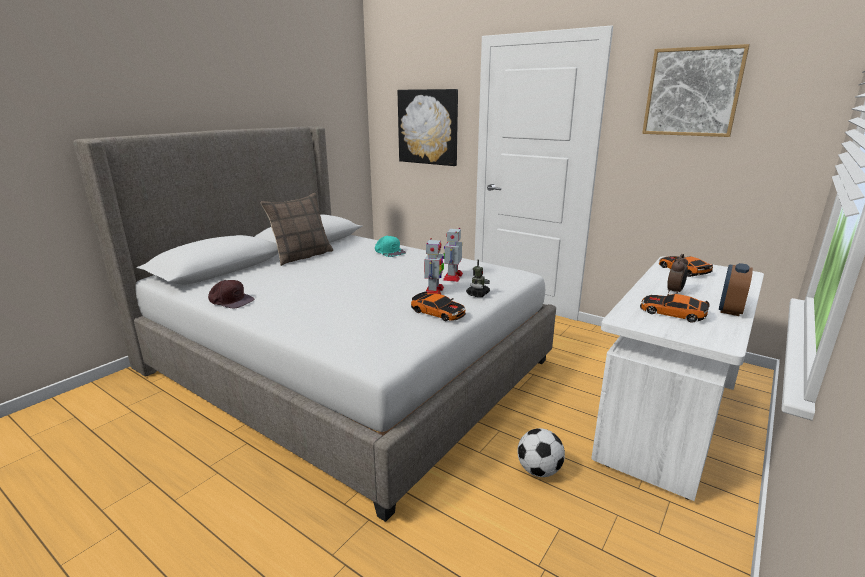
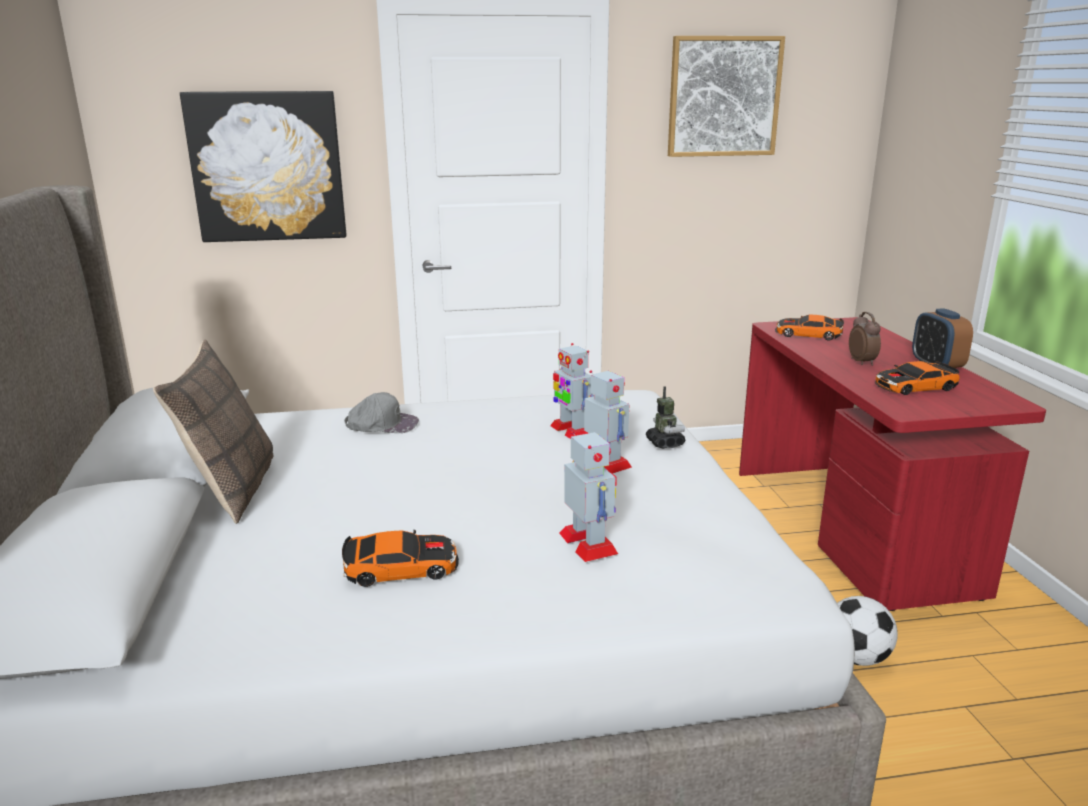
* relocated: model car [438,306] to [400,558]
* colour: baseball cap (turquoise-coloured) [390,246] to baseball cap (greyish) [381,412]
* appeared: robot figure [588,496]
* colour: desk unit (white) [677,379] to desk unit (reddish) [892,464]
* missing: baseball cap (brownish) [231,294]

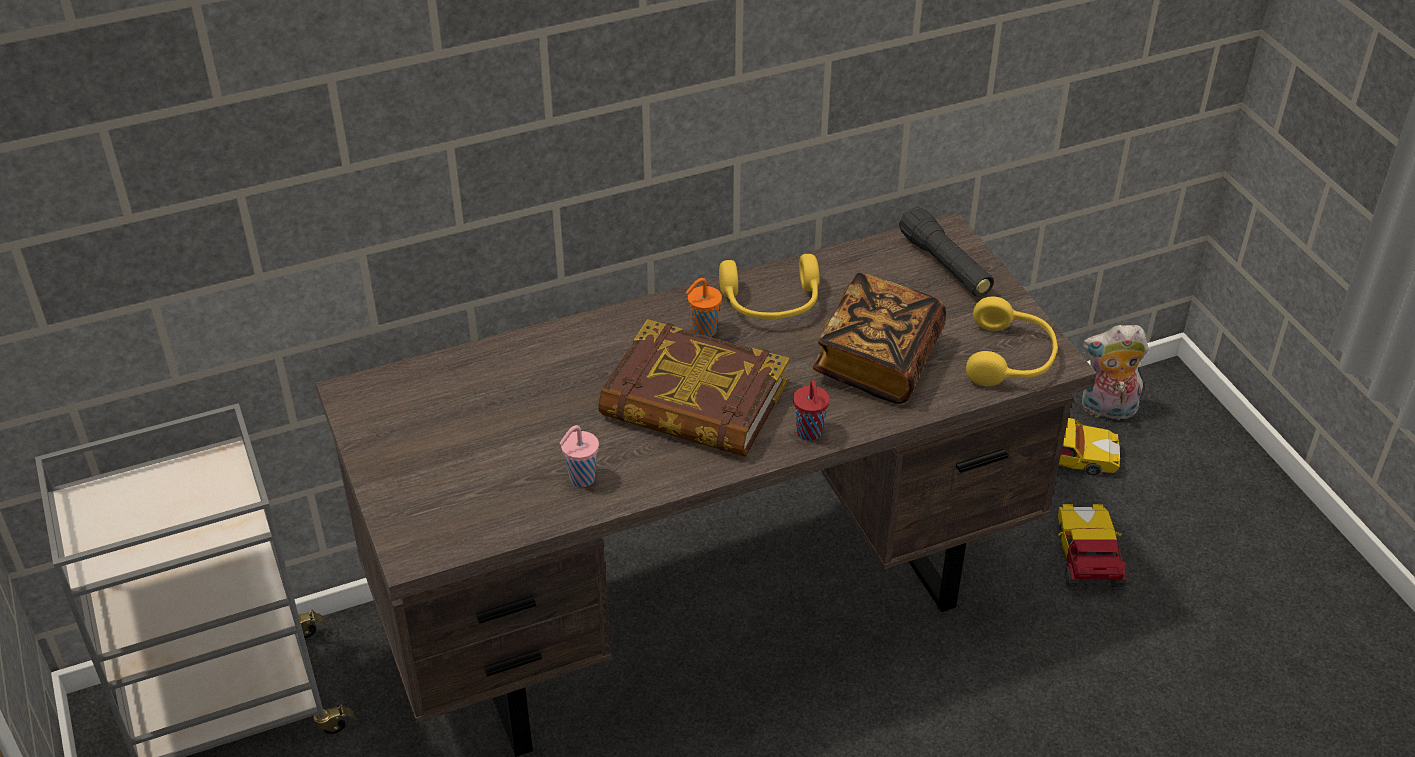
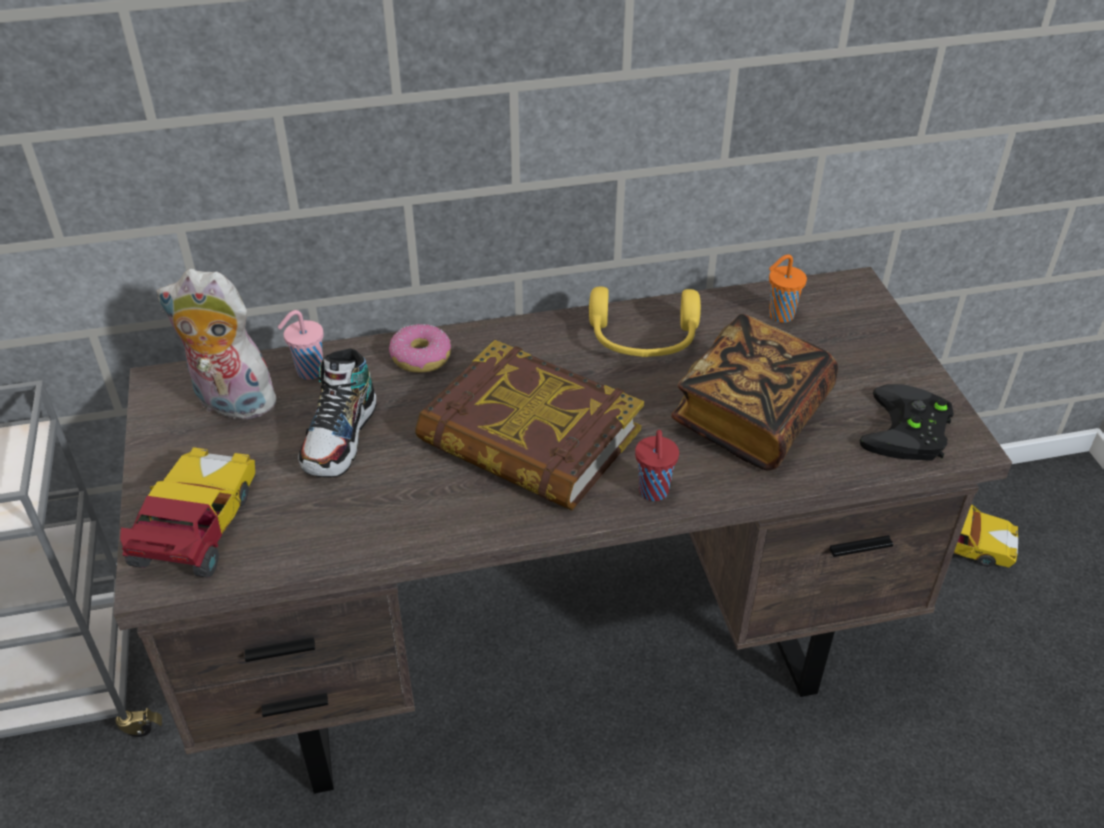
* relocated: model car [1092,545] to [187,512]
* relocated: plush toy [1115,372] to [220,344]
* relocated: small cup (pinkish) [579,456] to [301,345]
* appeared: item of footwear [337,413]
* appeared: doughnut [420,348]
* relocated: small cup (orangey) [704,307] to [788,288]
* exchanged: headphones (yellow-coloured) [1012,341] to joypad (black-coloured) [907,422]
* missing: flashlight (black-coloured) [946,251]

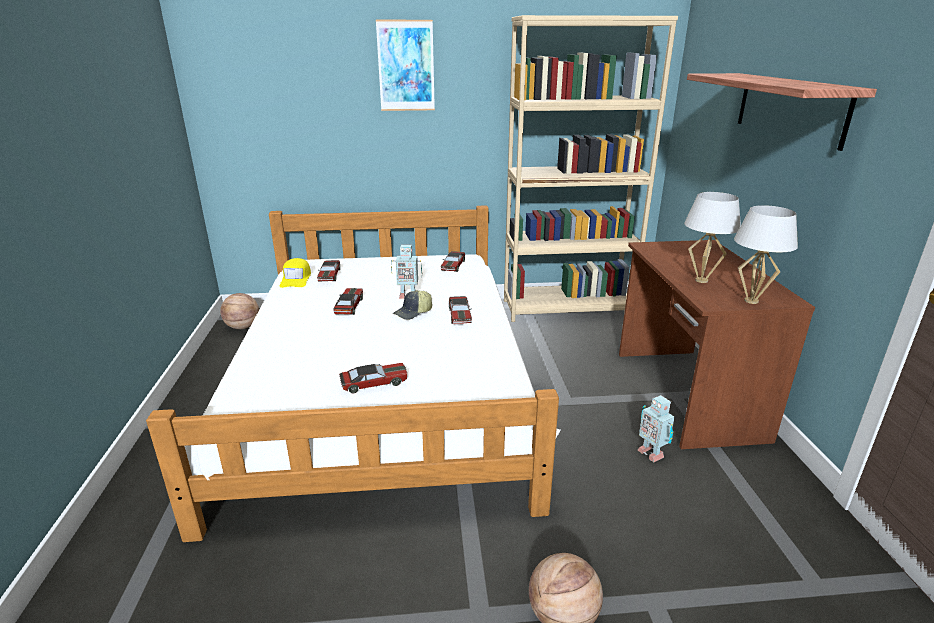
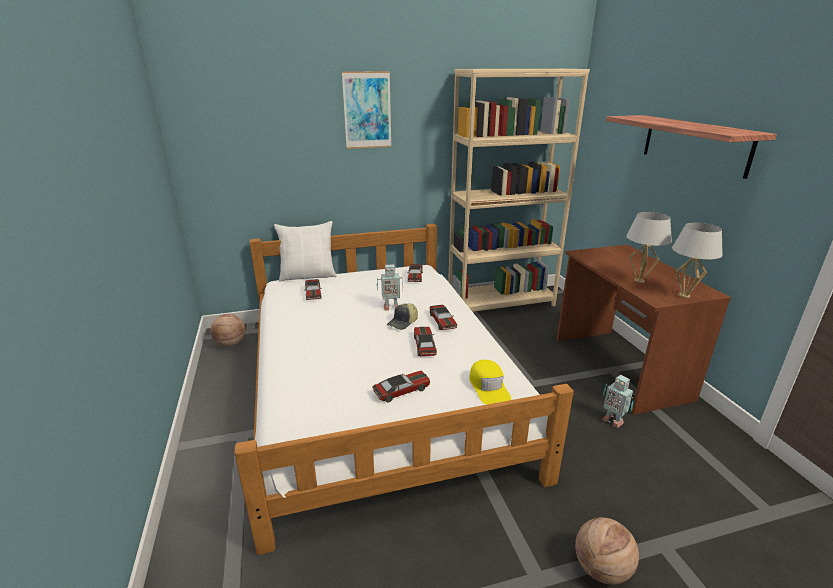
* appeared: cushion (white) [305,251]
* relocated: model car [348,301] to [425,341]
* relocated: baseball cap (yellow-coloured) [295,273] to [490,382]

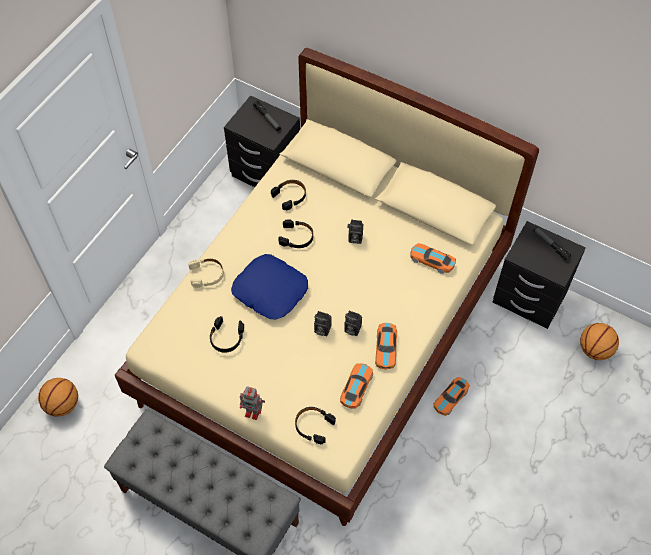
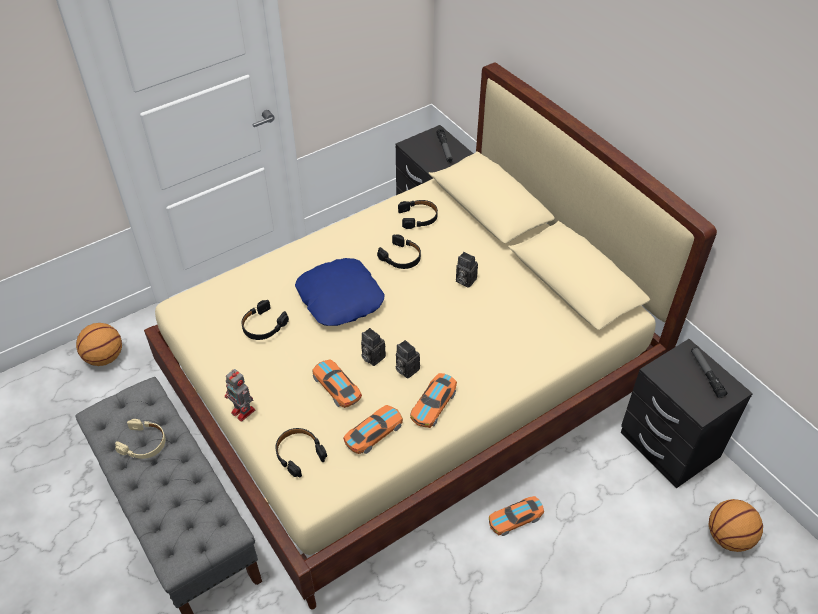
* relocated: headphones (beige) [206,273] to [140,439]
* relocated: model car [433,258] to [337,383]

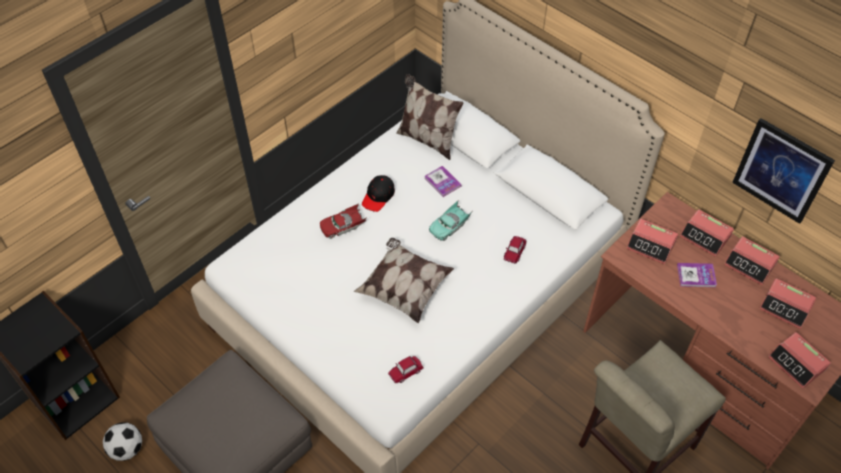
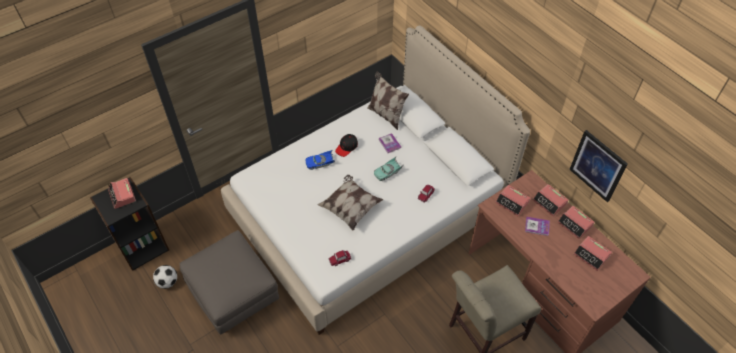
* relocated: alarm clock [799,360] to [122,193]
* colour: model car (reddish) [343,221] to model car (blue) [320,160]

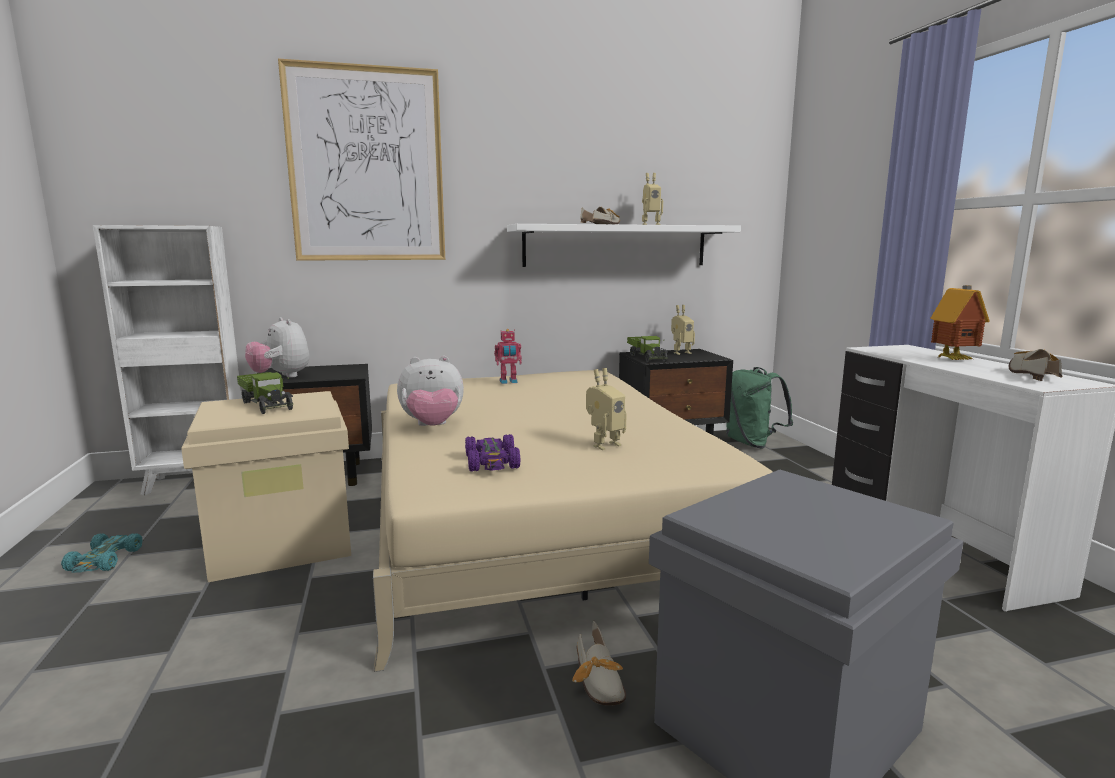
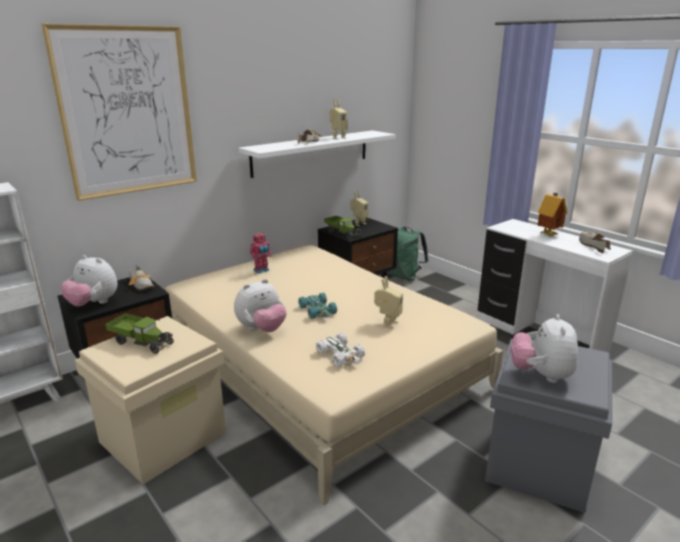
* relocated: item of footwear [599,663] to [141,277]
* relocated: model car (turquoise-coloured) [101,553] to [318,306]
* colour: model car (purplish) [493,453] to model car (white) [340,350]
* appeared: plush toy [544,348]

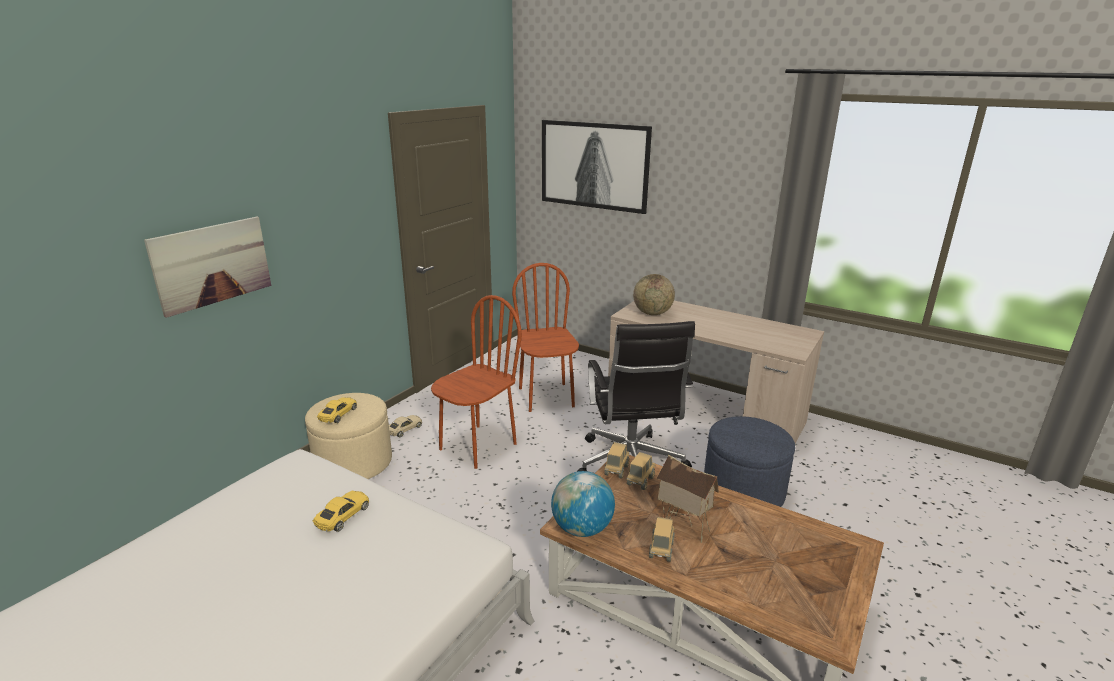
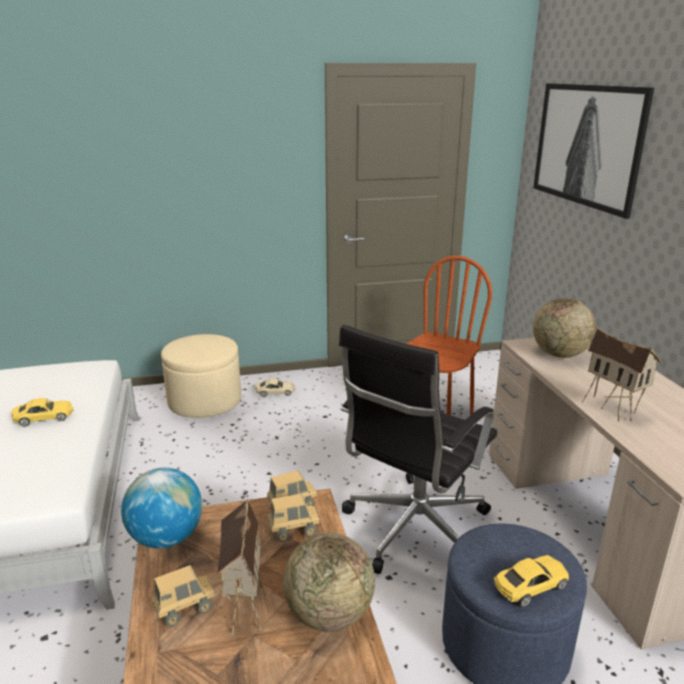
* appeared: globe [329,582]
* relocated: model car (yellow-coloured) [337,410] to [531,581]
* appeared: toy house [621,374]
* missing: wall picture [207,267]
* missing: upright chair (brownish) [476,382]

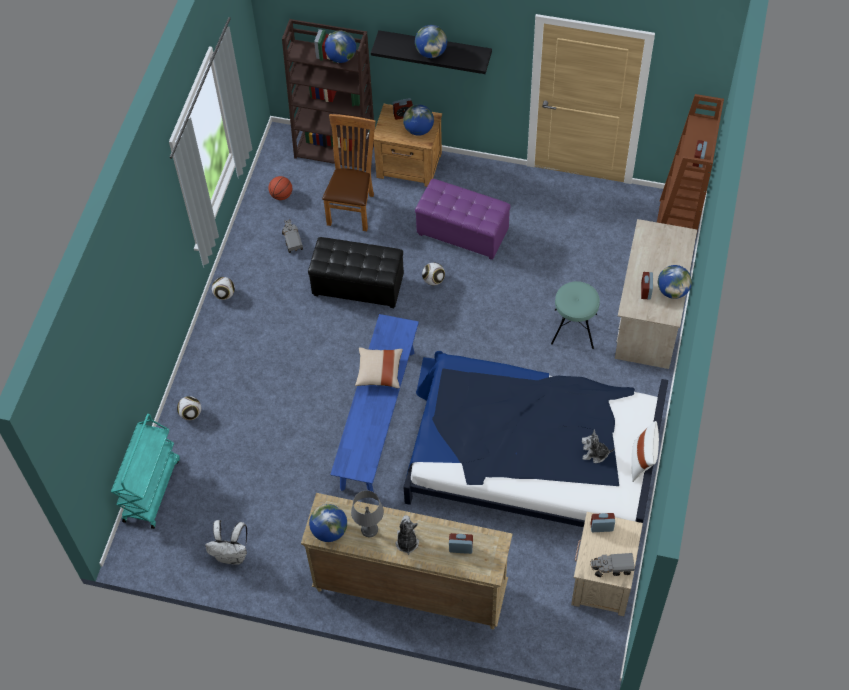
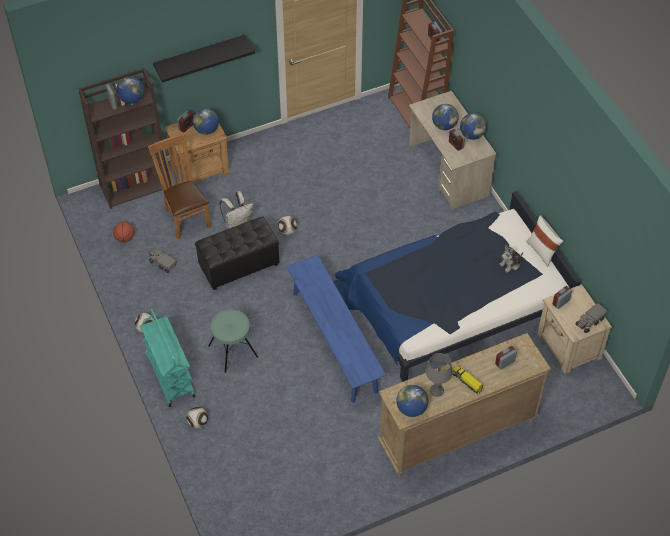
* relocated: cart (turquoise-coloured) [145,471] to [167,357]
* relocated: stool (turquoise-coloured) [575,315] to [233,341]
* relocated: knapsack (white) [226,542] to [236,210]
* relocated: globe [431,41] to [445,117]
* exchanged: plush toy [407,535] to toy lorry [468,379]
* missing: cushion (beige) [379,368]
* missing: footrest (purplish) [463,219]

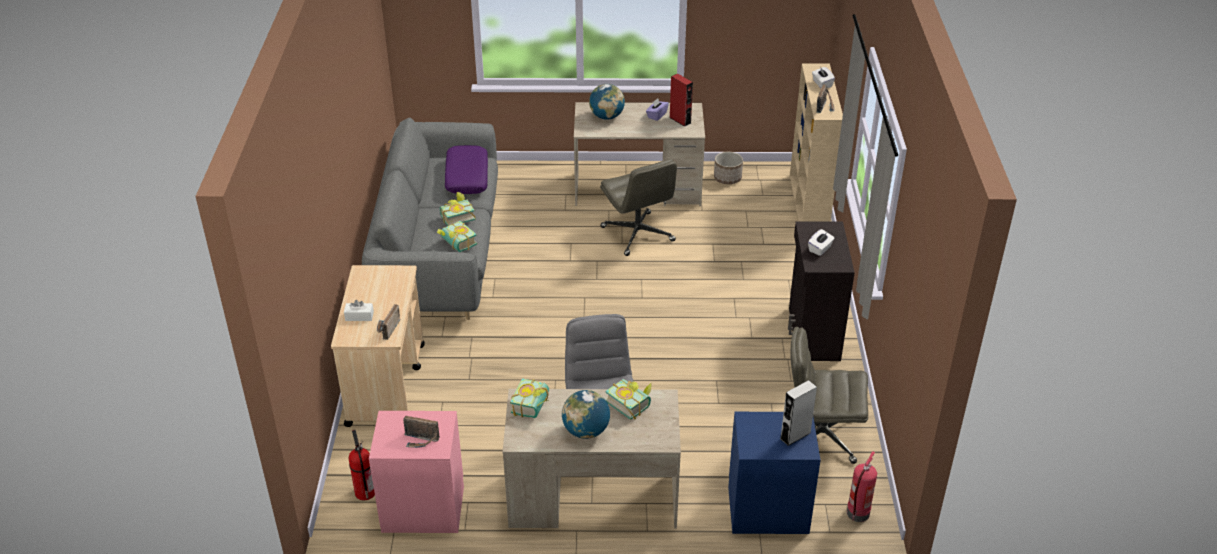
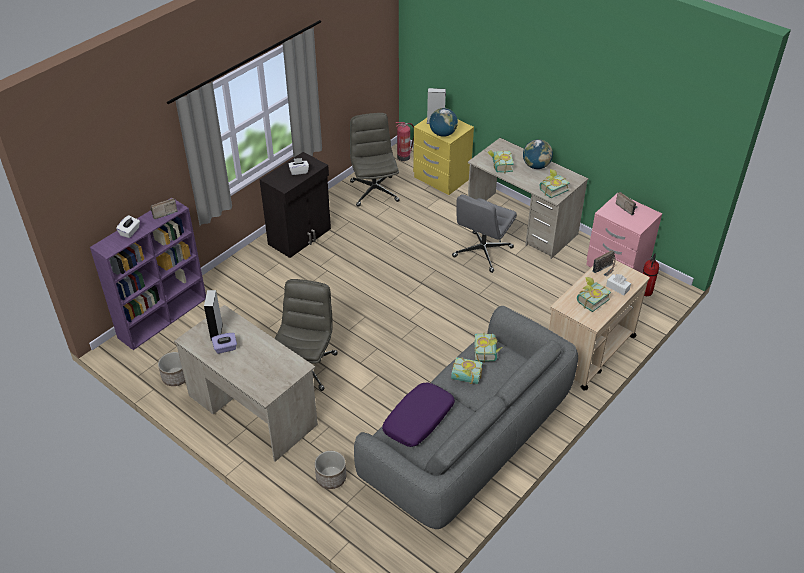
* colour: shelving unit (beige) [816,142] to shelving unit (purplish) [148,274]
* colour: speaker (reddish) [681,100] to speaker (greyish) [213,315]
* appeared: plant pot [330,470]
* spun: computer chair (greyish) [829,395] = [375,160] 150 degrees counterclockwise
* colour: nightstand (blue) [774,473] to nightstand (yellow-coloured) [443,156]
* relocated: globe [607,102] to [443,122]
* appeared: bound book [594,294]

